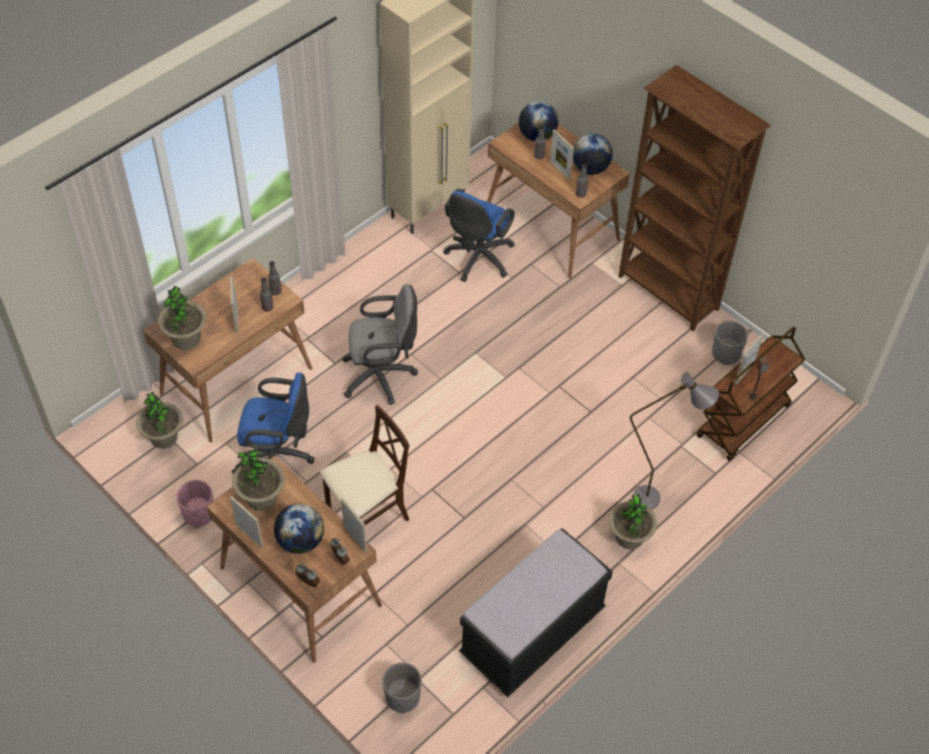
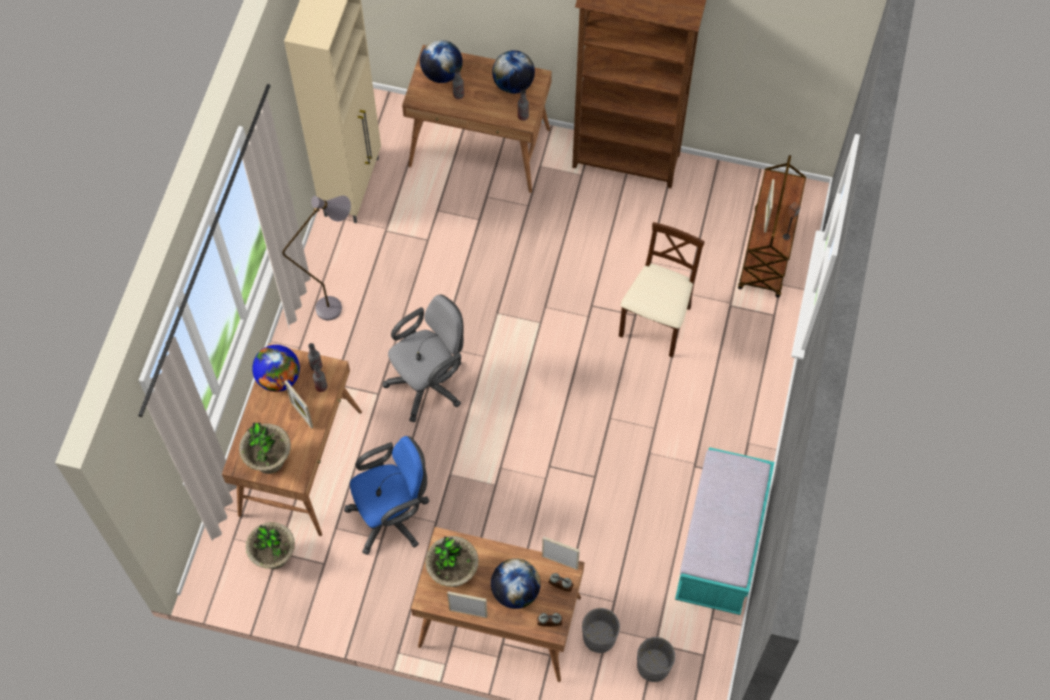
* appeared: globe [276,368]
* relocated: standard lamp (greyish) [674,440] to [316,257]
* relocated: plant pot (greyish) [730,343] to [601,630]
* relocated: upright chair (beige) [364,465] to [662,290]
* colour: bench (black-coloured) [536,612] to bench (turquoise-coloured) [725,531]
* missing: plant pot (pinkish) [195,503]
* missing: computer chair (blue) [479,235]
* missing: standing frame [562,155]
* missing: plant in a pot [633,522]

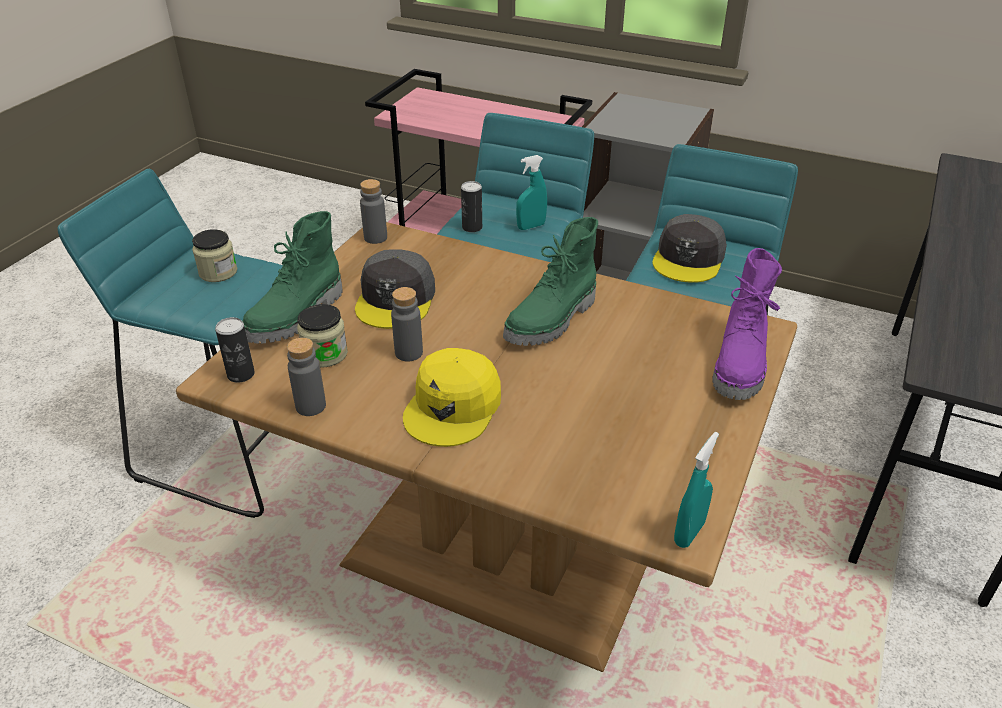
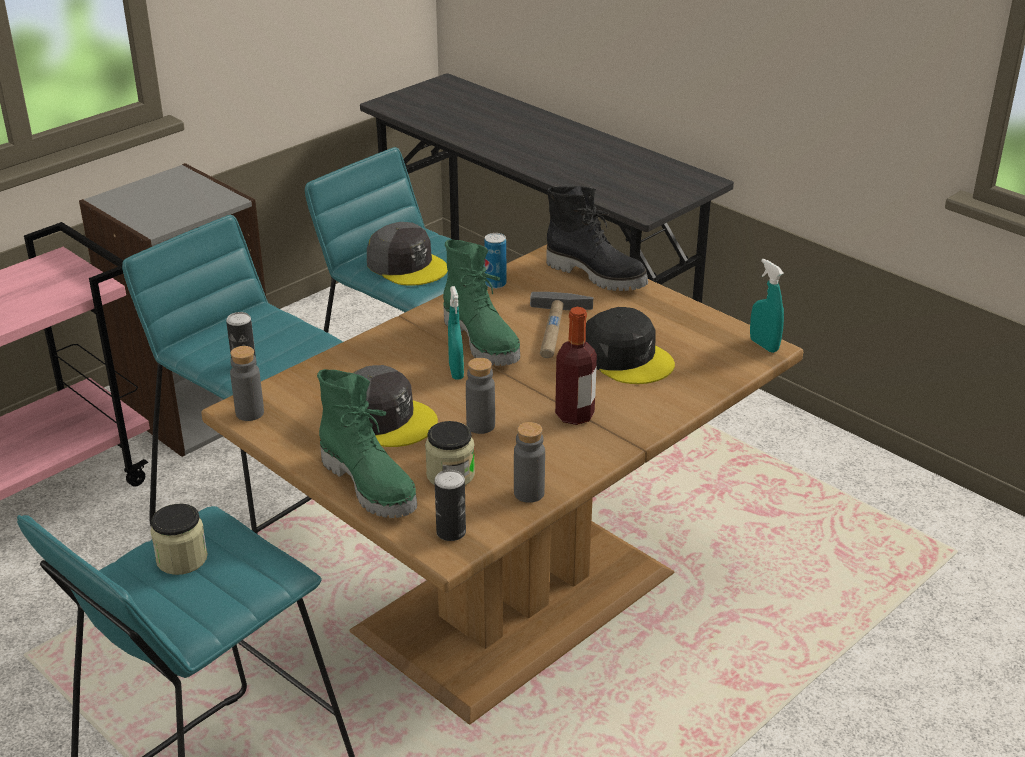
* relocated: spray bottle (turquoise-coloured) [531,192] to [456,333]
* appeared: metal can [495,261]
* appeared: hammer [561,325]
* colour: high-top boot (purplish) [747,324] to high-top boot (black-coloured) [597,238]
* exchanged: baseball cap (yellow-coloured) [452,397] to beverage bottle [576,366]
* appeared: baseball cap (black-coloured) [630,345]

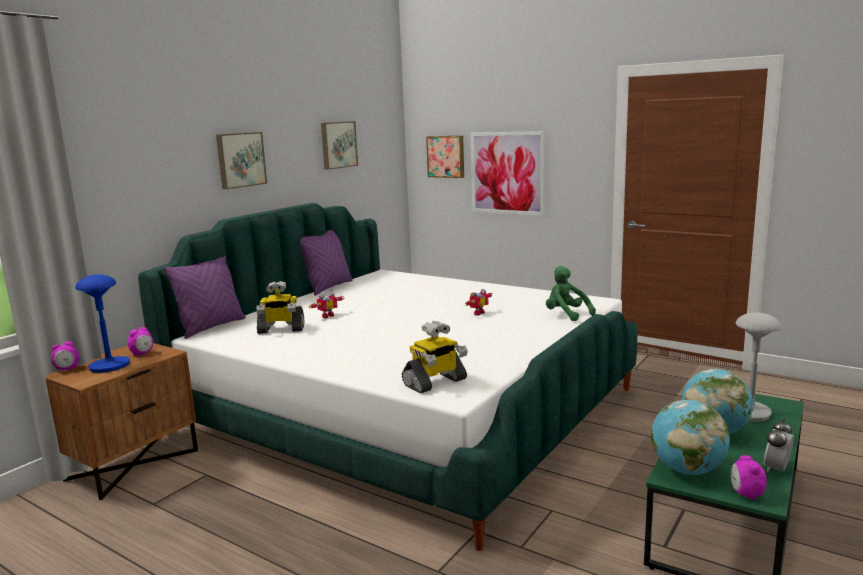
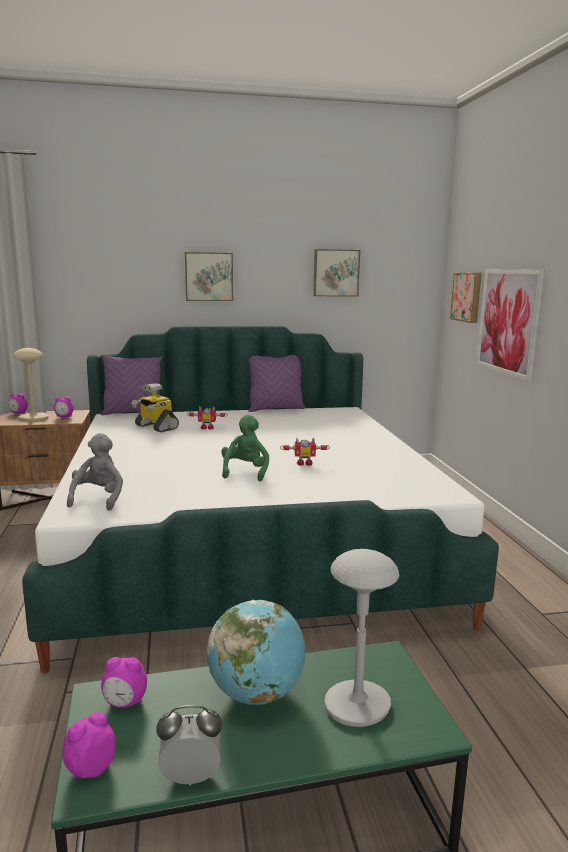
* colour: table lamp (blue) [102,324] to table lamp (beige) [31,385]
* exchanged: robot figure [435,357] to plush toy (greyish) [95,472]
* exchanged: globe [690,437] to alarm clock [124,682]
* relocated: plush toy (green-coloured) [571,293] to [245,448]

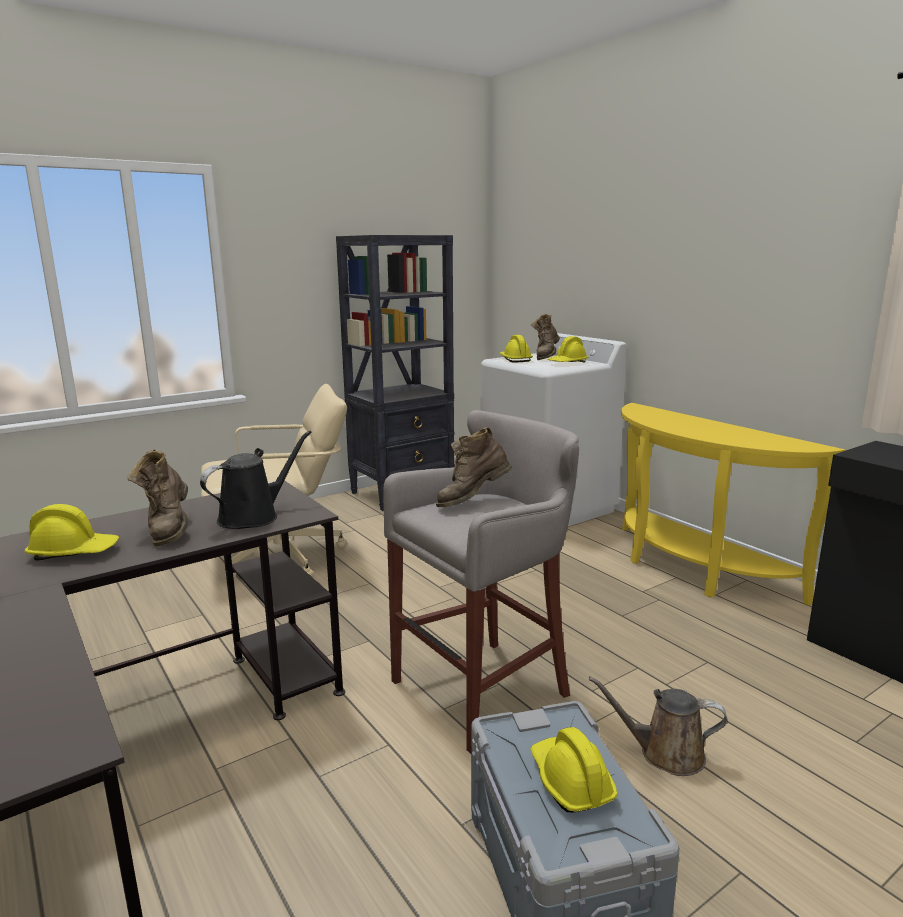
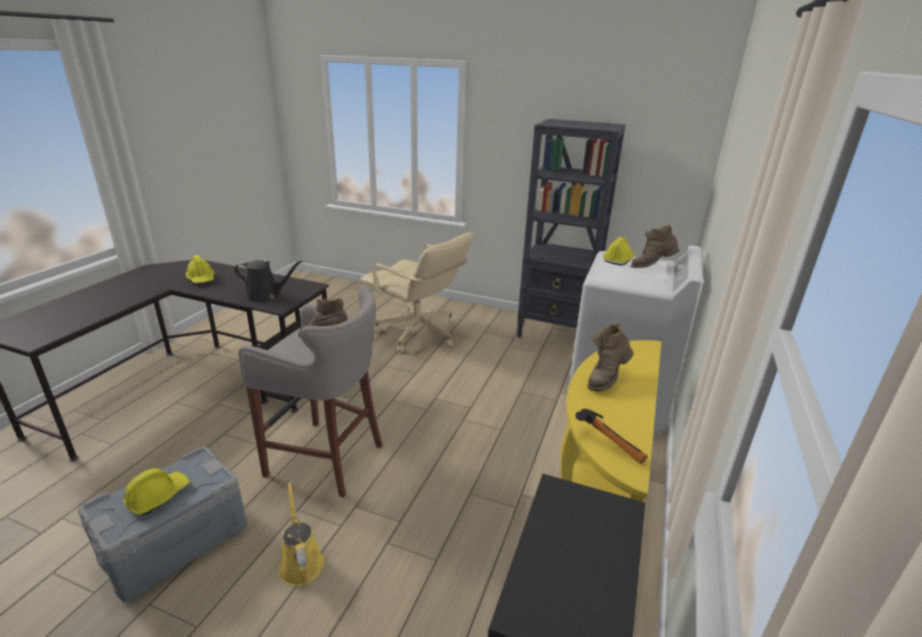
* colour: watering can (brownish) [658,726] to watering can (yellow-coloured) [301,533]
* appeared: hammer [611,436]
* relocated: high-top boot (brownish) [158,498] to [610,357]
* missing: safety helmet (yellow-coloured) [568,349]

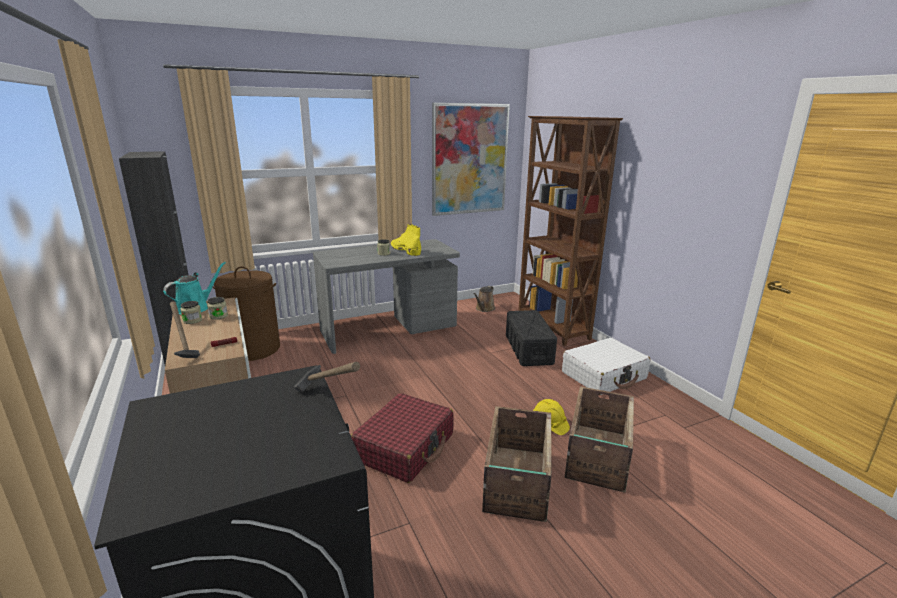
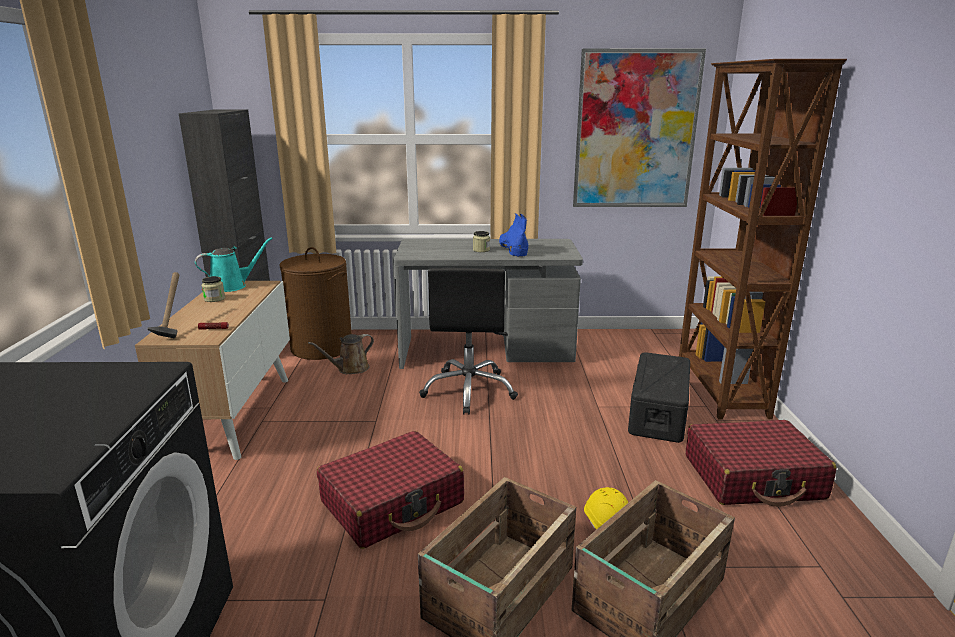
* relocated: watering can (brownish) [484,299] to [341,354]
* appeared: computer chair (black-coloured) [468,341]
* colour: high-top boot (yellow-coloured) [406,240] to high-top boot (blue) [513,235]
* colour: piece of luggage (white) [606,366] to piece of luggage (reddish) [761,463]
* missing: jar [217,308]
* missing: hammer [327,377]

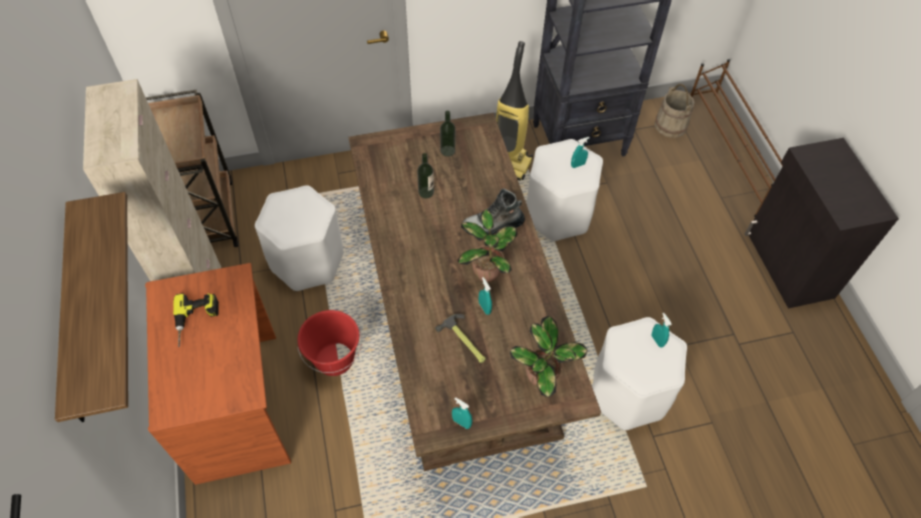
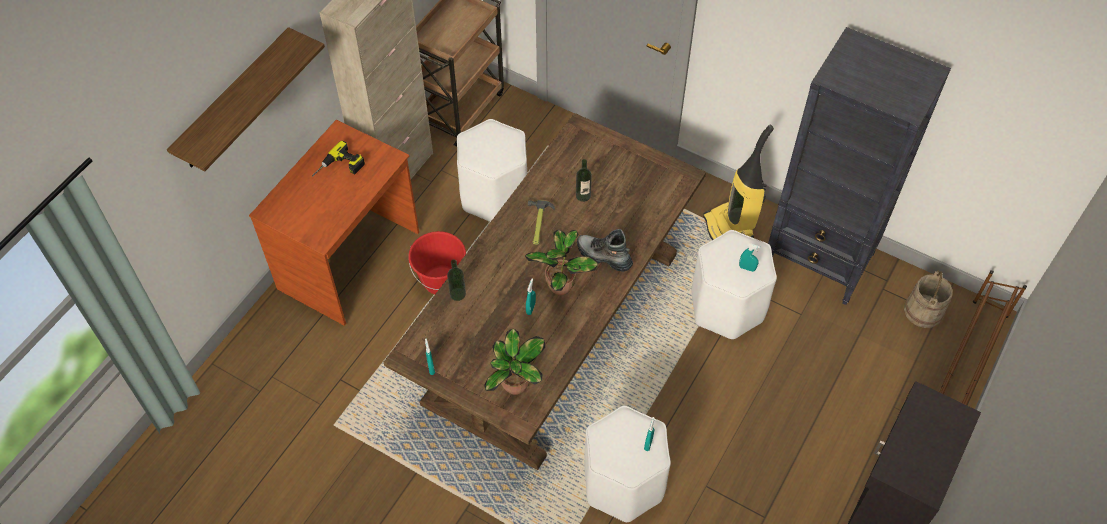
* relocated: beverage bottle [447,134] to [456,280]
* relocated: hammer [460,338] to [541,222]

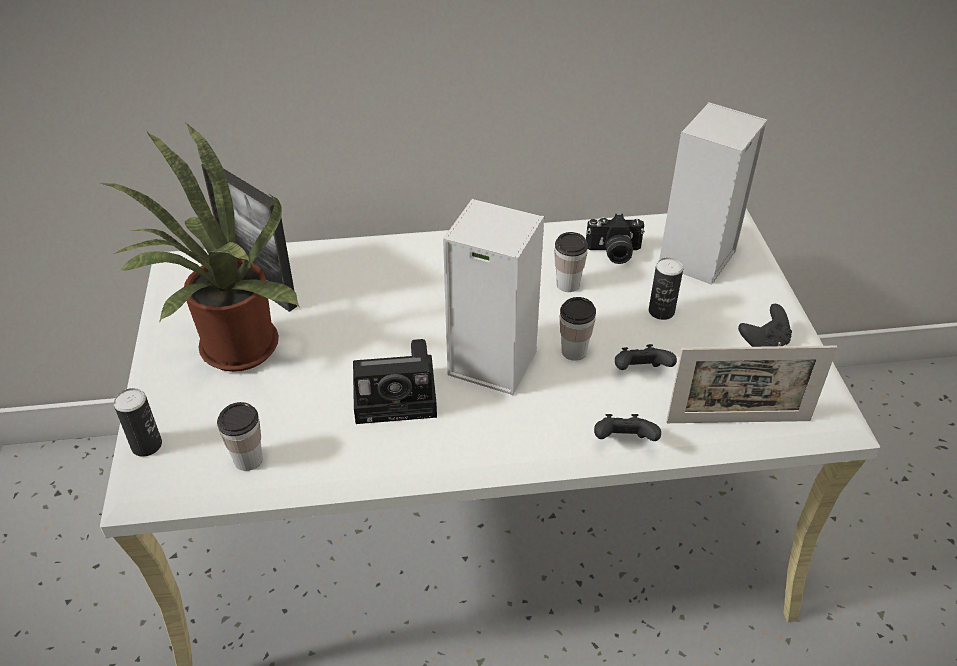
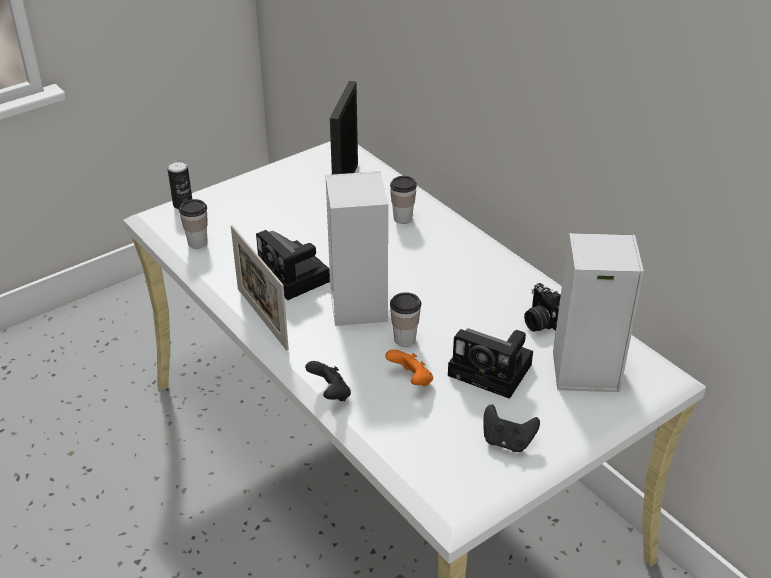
* relocated: standing frame [752,384] to [260,288]
* colour: joypad (black-coloured) [646,357] to joypad (orangey) [409,367]
* relocated: small cup [571,262] to [403,200]
* exchanged: metal can [666,288] to photo camera [490,363]
* missing: plant in a pot [199,247]

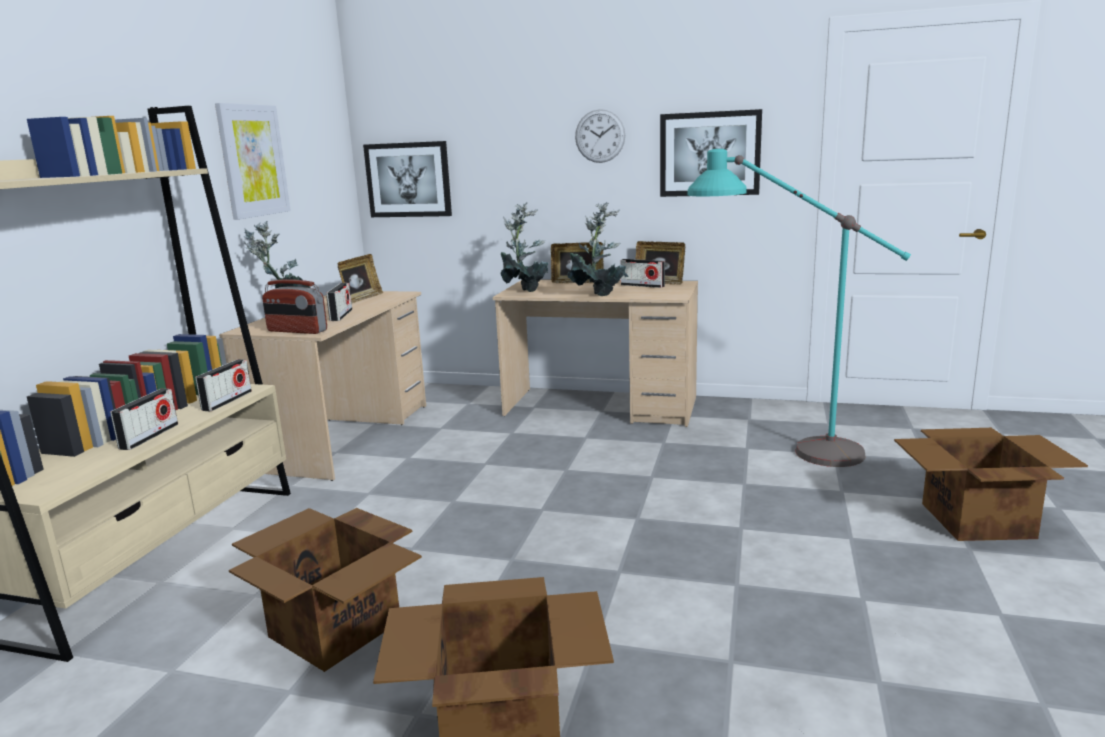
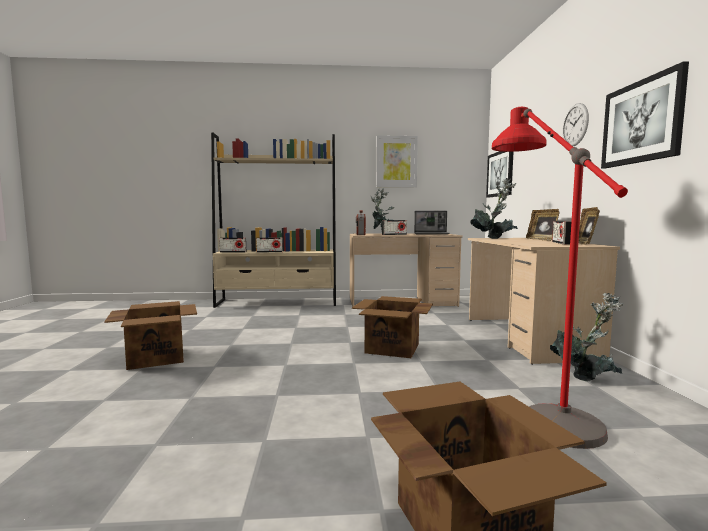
* relocated: radio [223,385] to [232,245]
* relocated: carton [325,590] to [392,327]
* exchanged: standing frame [360,278] to portable computer [432,223]
* colour: standard lamp (turquoise-coloured) [799,308] to standard lamp (reddish) [560,278]
* relocated: plant in a pot [597,249] to [586,337]

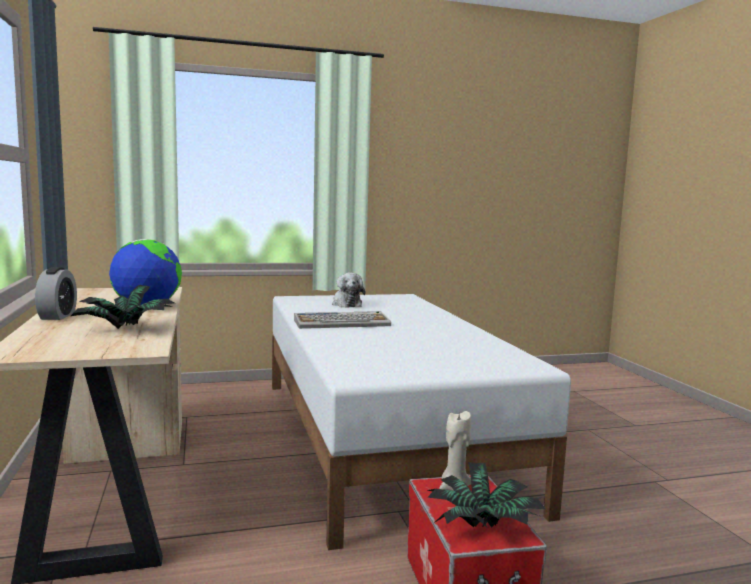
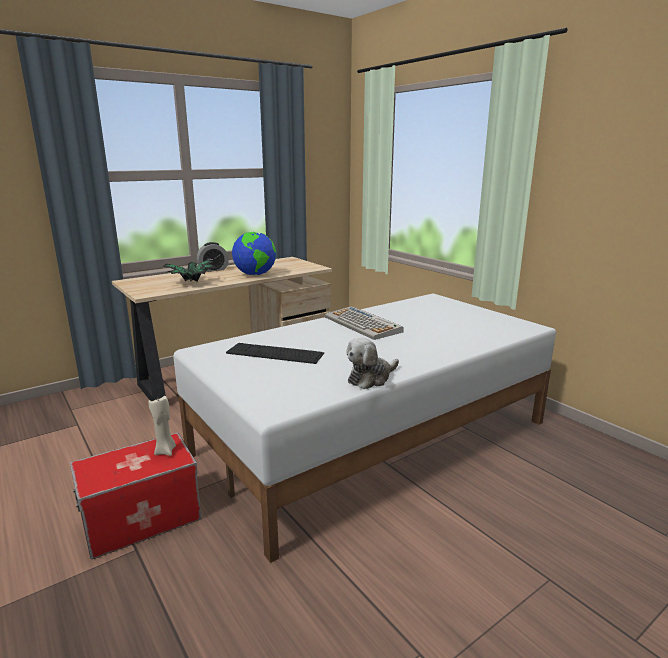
* appeared: computer keyboard [275,353]
* relocated: plush toy [348,290] to [372,363]
* missing: plant in a pot [486,495]

